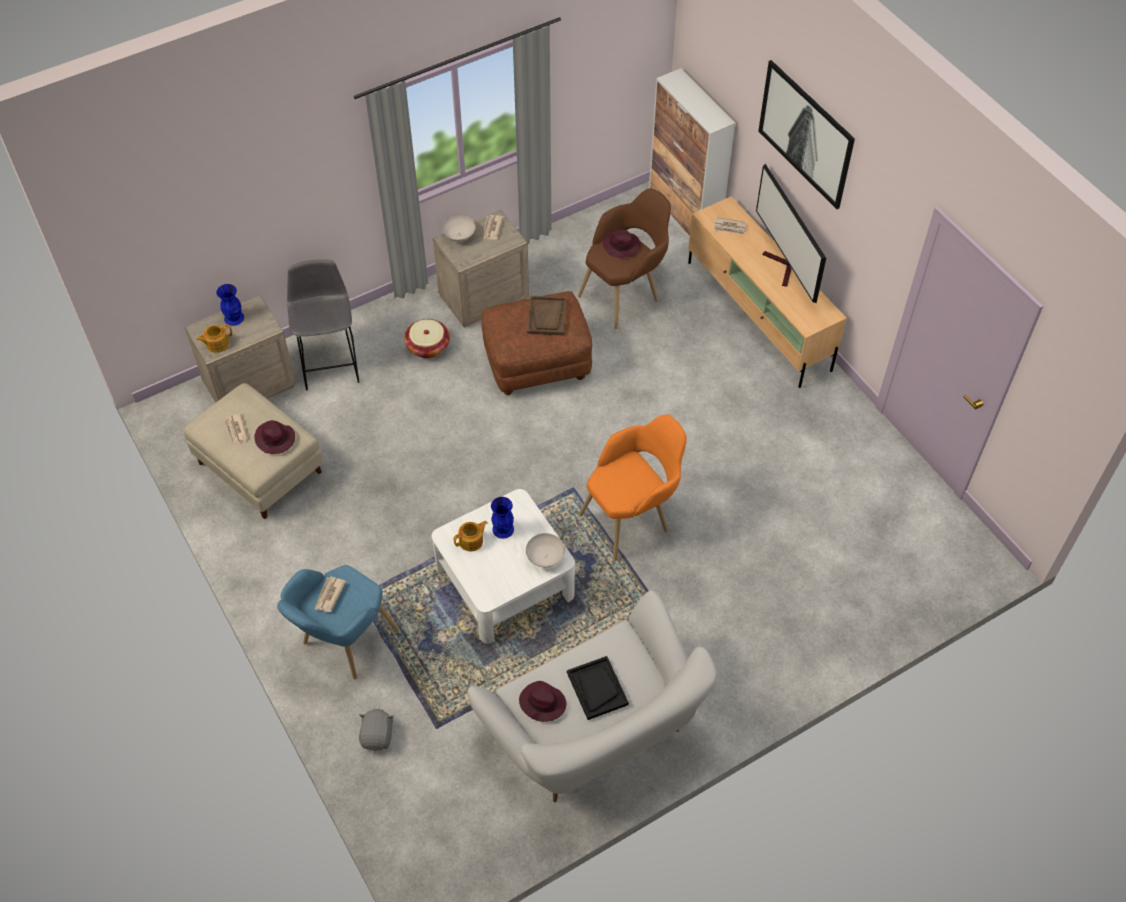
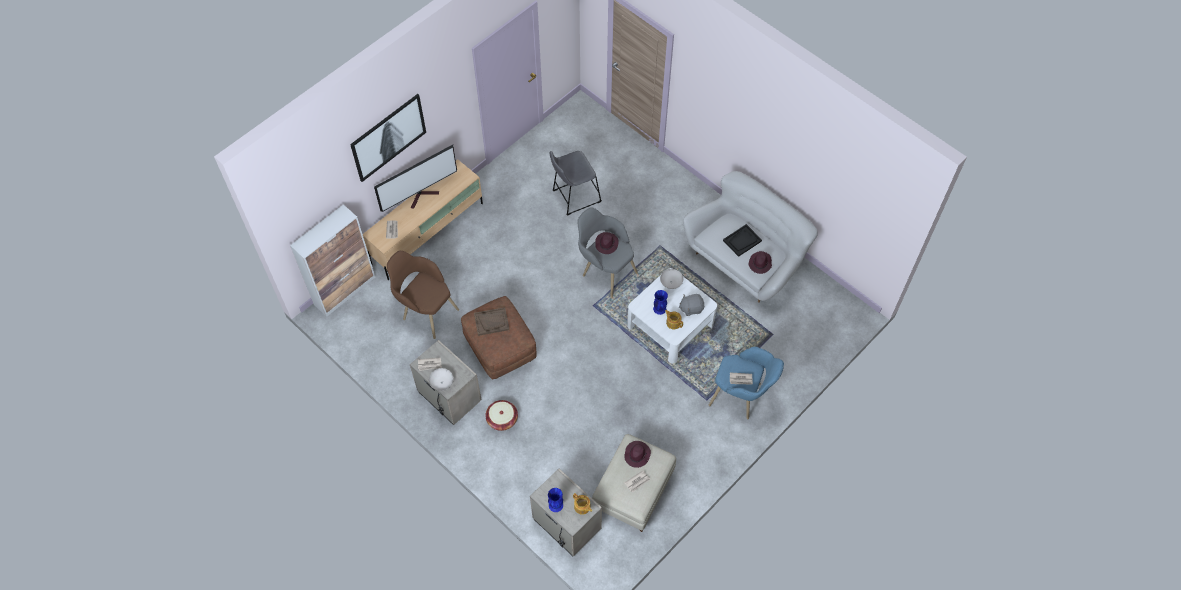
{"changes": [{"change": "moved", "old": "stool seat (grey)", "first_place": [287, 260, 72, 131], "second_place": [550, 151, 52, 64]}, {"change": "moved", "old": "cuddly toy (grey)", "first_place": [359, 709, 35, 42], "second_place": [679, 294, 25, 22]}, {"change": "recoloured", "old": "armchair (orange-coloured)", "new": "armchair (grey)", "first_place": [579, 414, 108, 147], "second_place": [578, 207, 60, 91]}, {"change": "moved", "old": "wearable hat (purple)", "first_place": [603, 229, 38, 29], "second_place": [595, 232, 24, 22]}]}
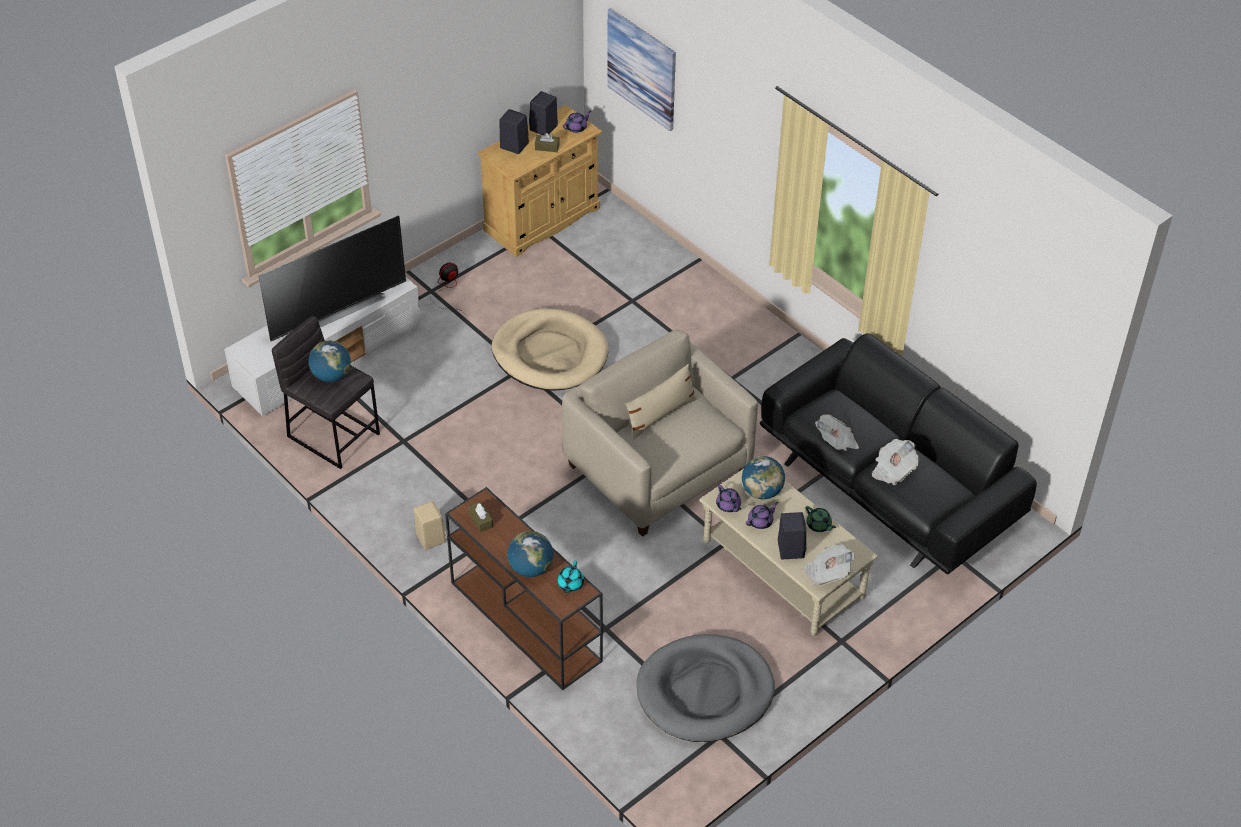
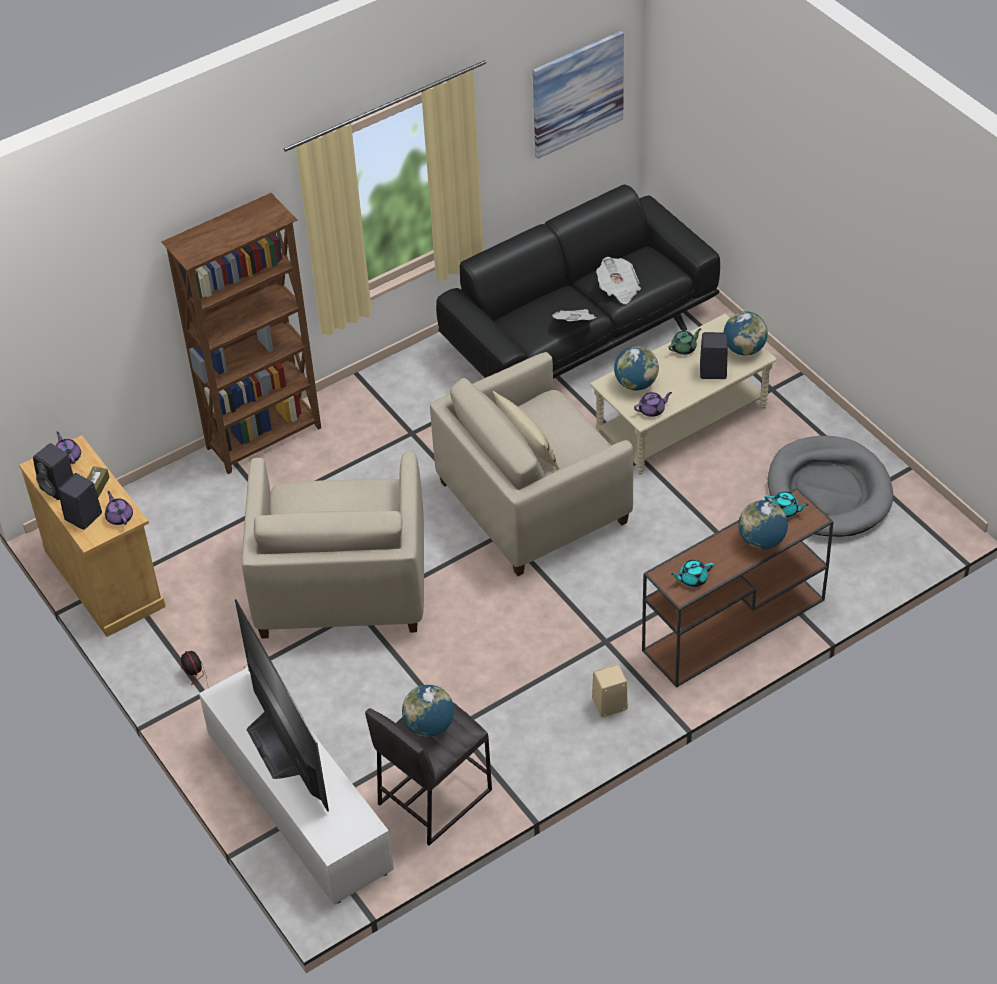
{"changes": [{"change": "replaced", "old": "box of tissues (brown)", "new": "pot for tea (blue-green)", "first_place": [468, 501, 25, 31], "second_place": [671, 560, 43, 27]}, {"change": "replaced", "old": "dog bed (sand-coloured)", "new": "armchair (sand-coloured)", "first_place": [492, 308, 117, 83], "second_place": [242, 452, 182, 187]}, {"change": "moved", "old": "picture", "first_place": [607, 8, 69, 123], "second_place": [533, 31, 91, 128]}, {"change": "moved", "old": "pot for tea (purple)", "first_place": [746, 502, 32, 27], "second_place": [105, 491, 28, 34]}, {"change": "replaced", "old": "daily paper", "new": "world globe", "first_place": [803, 544, 52, 42], "second_place": [724, 311, 44, 44]}, {"change": "added", "new": "bookcase (brown)", "second_place": [161, 193, 160, 281]}]}
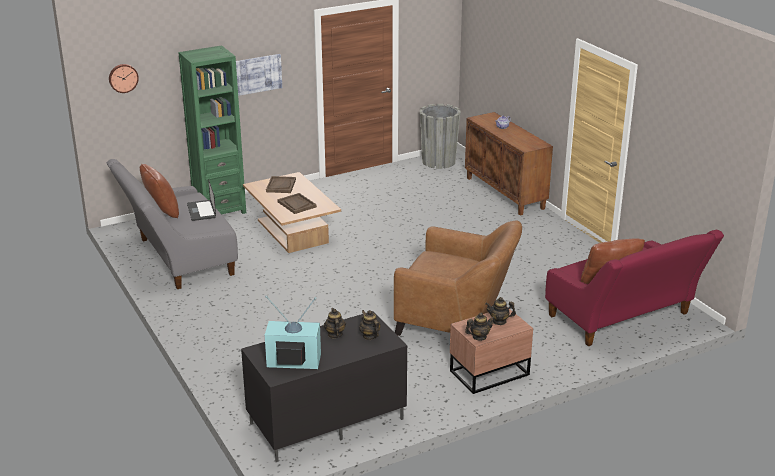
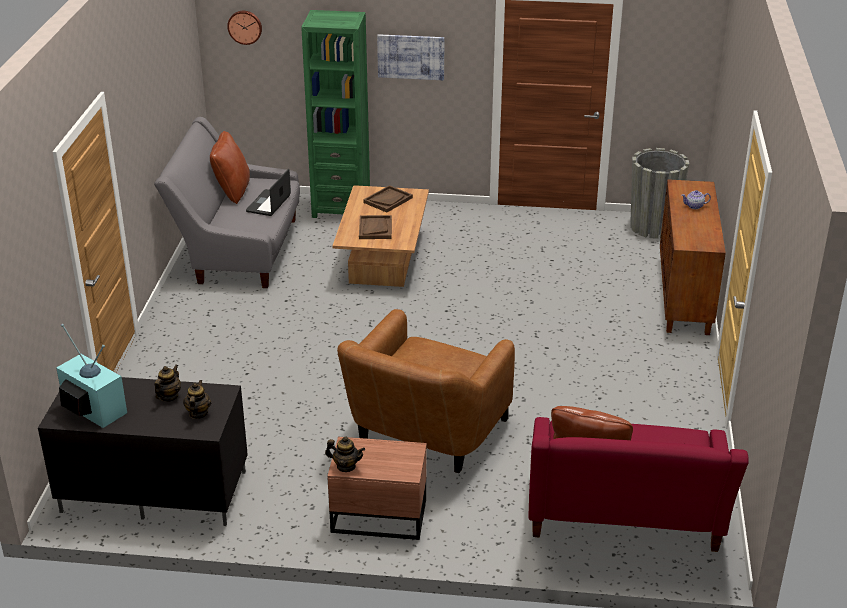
{"changes": [{"change": "turned", "old": "armchair (brown)", "first_place": [394, 221, 128, 115], "second_place": [337, 309, 178, 164], "degrees": 60}, {"change": "removed", "old": "pot for tea", "first_place": [485, 297, 31, 28]}]}
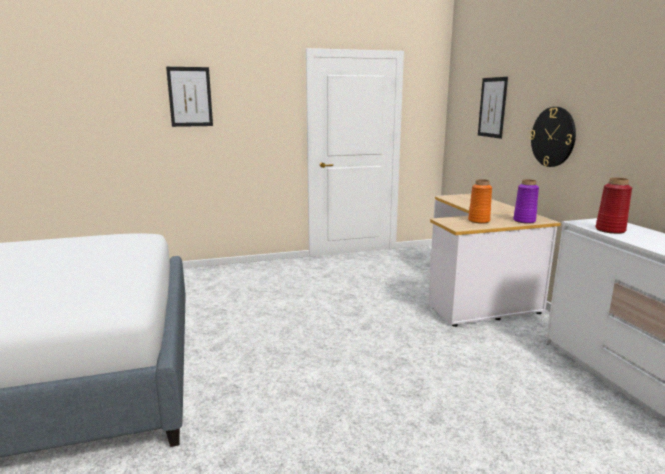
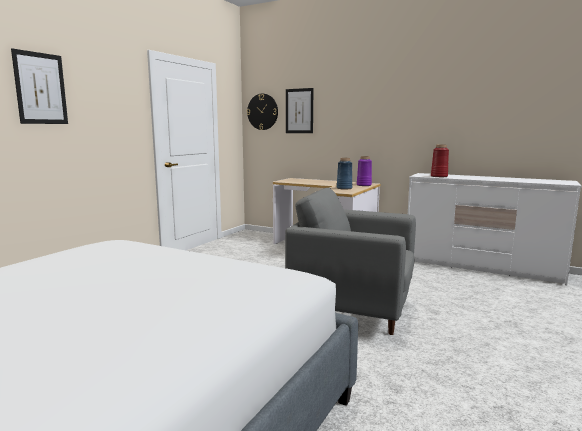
{"changes": [{"change": "recoloured", "old": "flower vase (orange-coloured)", "new": "flower vase (blue-coloured)", "first_place": [468, 179, 24, 45], "second_place": [337, 158, 15, 32]}, {"change": "moved", "old": "hanging clock", "first_place": [530, 107, 46, 60], "second_place": [247, 94, 31, 36]}, {"change": "added", "new": "armchair (grey)", "second_place": [285, 188, 131, 147]}]}
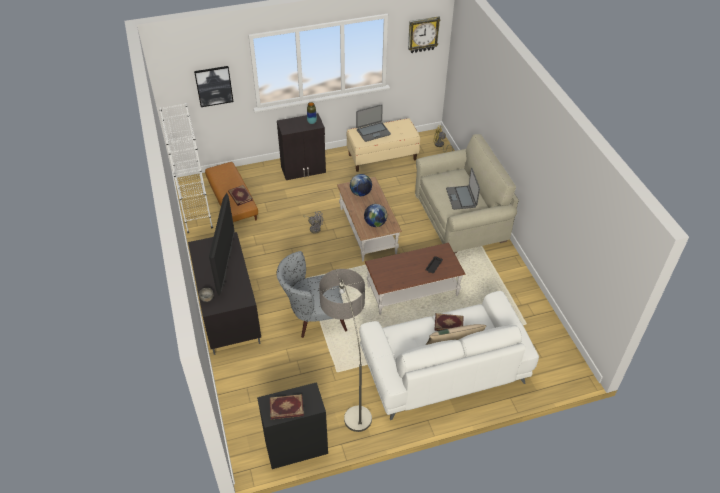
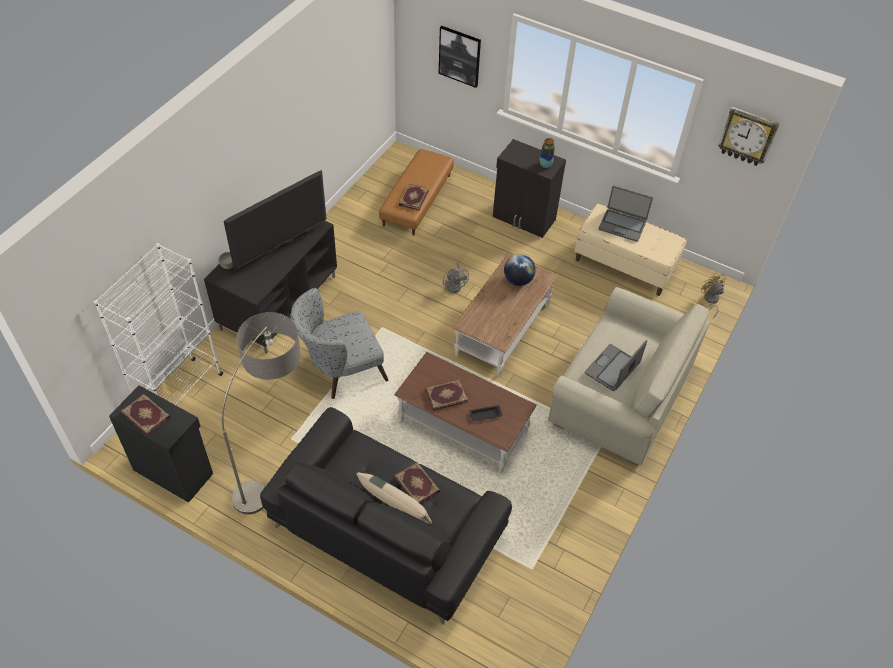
{"changes": [{"change": "moved", "old": "bookcase (whitish)", "first_place": [159, 103, 54, 131], "second_place": [94, 243, 129, 162]}, {"change": "turned", "old": "armchair (grey)", "first_place": [276, 251, 71, 87], "second_place": [291, 288, 97, 111], "degrees": -60}, {"change": "recoloured", "old": "settee (whitish)", "new": "settee (black-coloured)", "first_place": [359, 291, 180, 129], "second_place": [260, 407, 252, 218]}, {"change": "removed", "old": "world globe", "first_place": [364, 204, 23, 23]}, {"change": "added", "new": "volume", "second_place": [425, 380, 44, 31]}]}
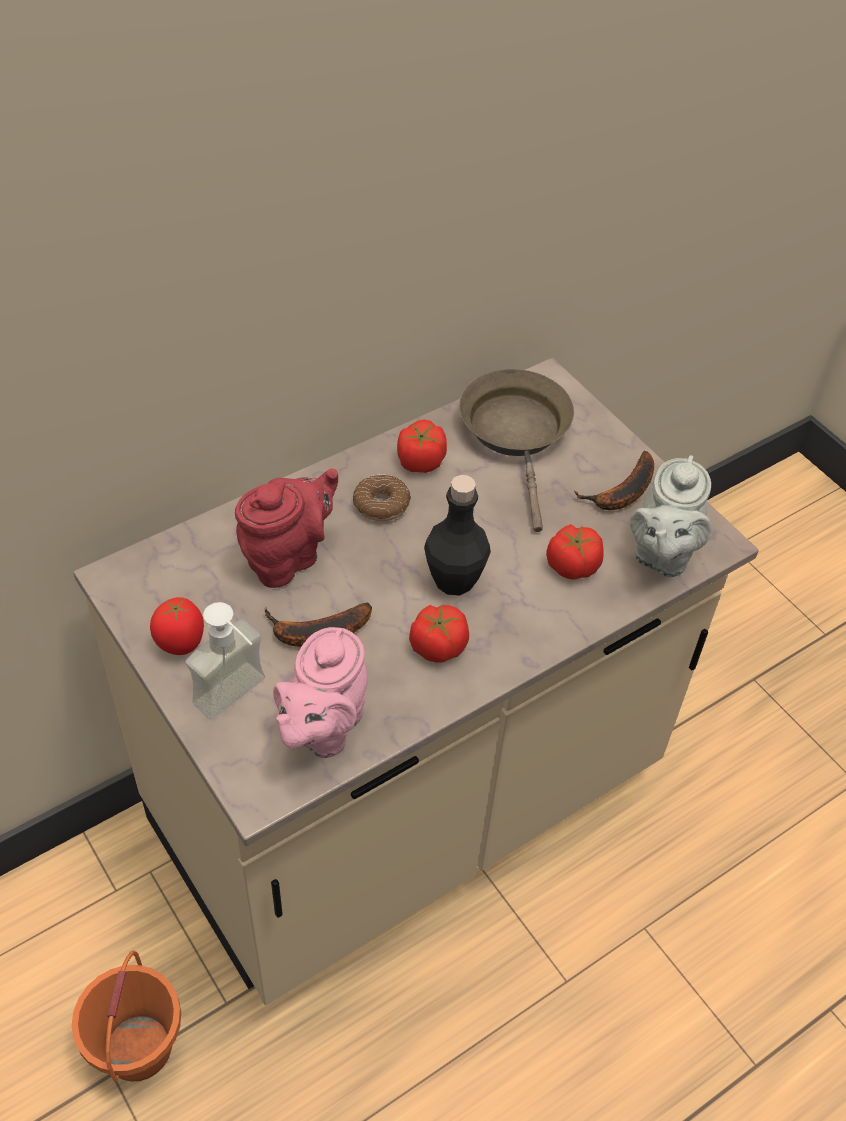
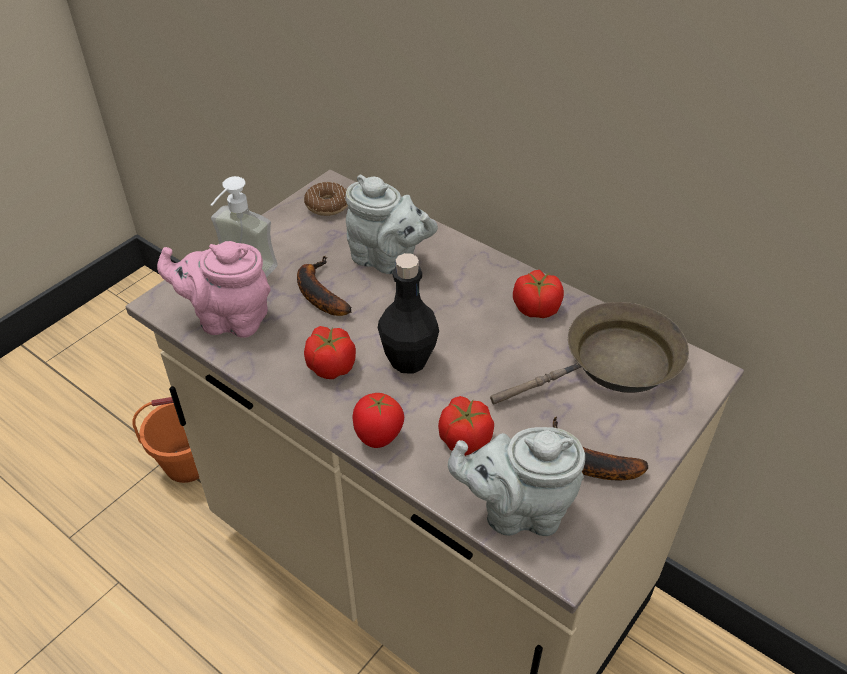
{"changes": [{"change": "moved", "old": "whole tomato", "first_place": [150, 597, 54, 58], "second_place": [352, 393, 52, 55]}, {"change": "recoloured", "old": "pot for tea (red)", "new": "pot for tea (grey)", "first_place": [235, 468, 103, 120], "second_place": [345, 175, 93, 99]}, {"change": "moved", "old": "ring doughnut", "first_place": [353, 474, 58, 47], "second_place": [304, 182, 44, 34]}]}
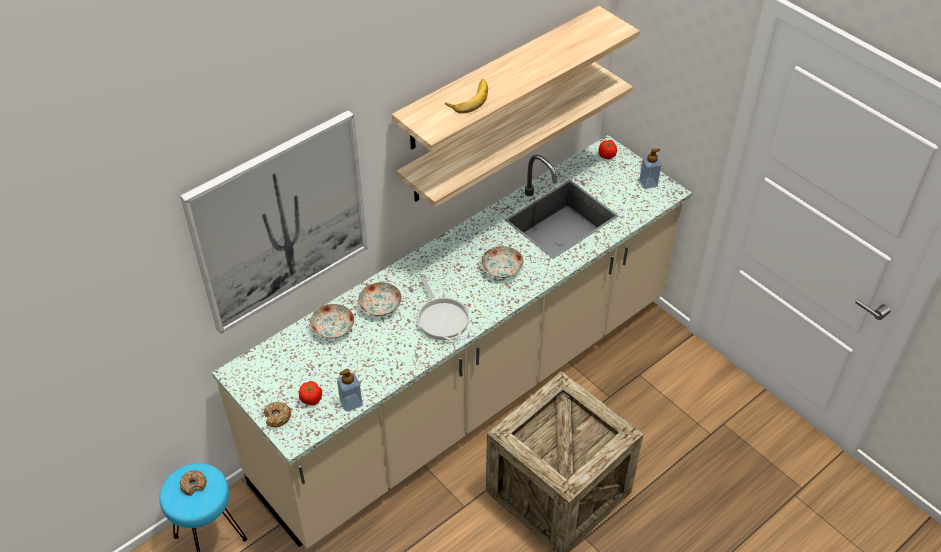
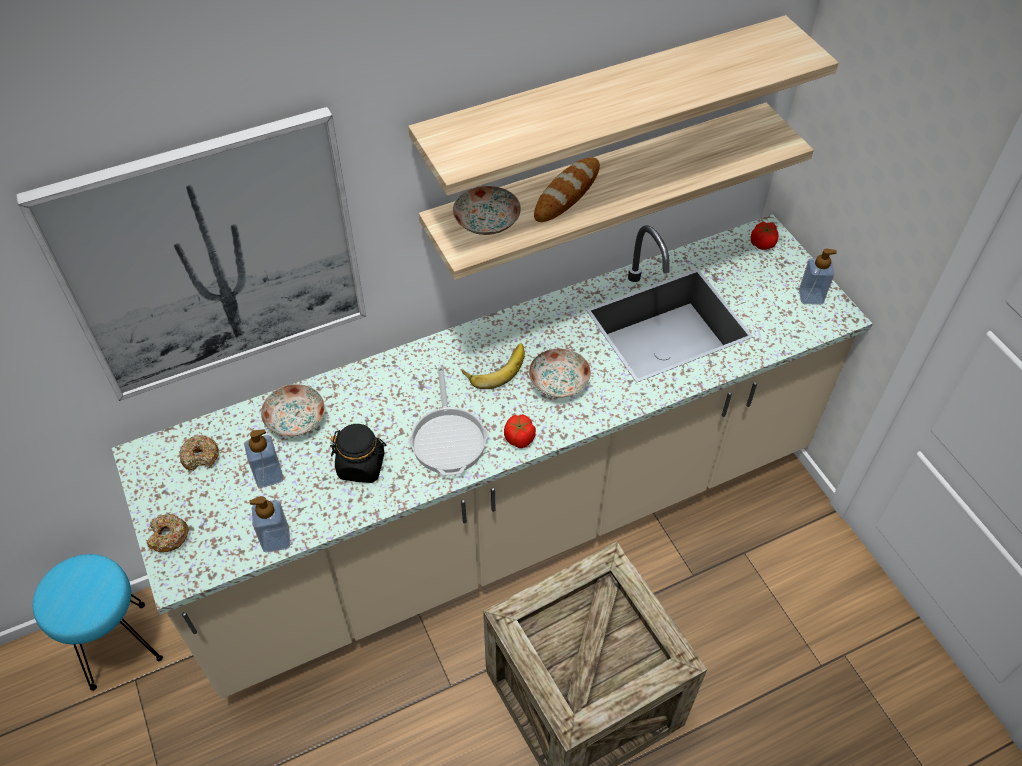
{"changes": [{"change": "moved", "old": "ring doughnut", "first_place": [180, 470, 27, 26], "second_place": [179, 435, 40, 36]}, {"change": "moved", "old": "whole tomato", "first_place": [299, 381, 23, 25], "second_place": [504, 414, 32, 34]}, {"change": "moved", "old": "plate", "first_place": [358, 282, 44, 34], "second_place": [453, 186, 68, 49]}, {"change": "moved", "old": "banana", "first_place": [445, 79, 43, 34], "second_place": [462, 343, 63, 46]}, {"change": "added", "new": "soap bottle", "second_place": [244, 429, 39, 59]}, {"change": "added", "new": "jar (black-coloured)", "second_place": [330, 424, 56, 59]}, {"change": "added", "new": "bakery bread", "second_place": [534, 157, 66, 65]}]}
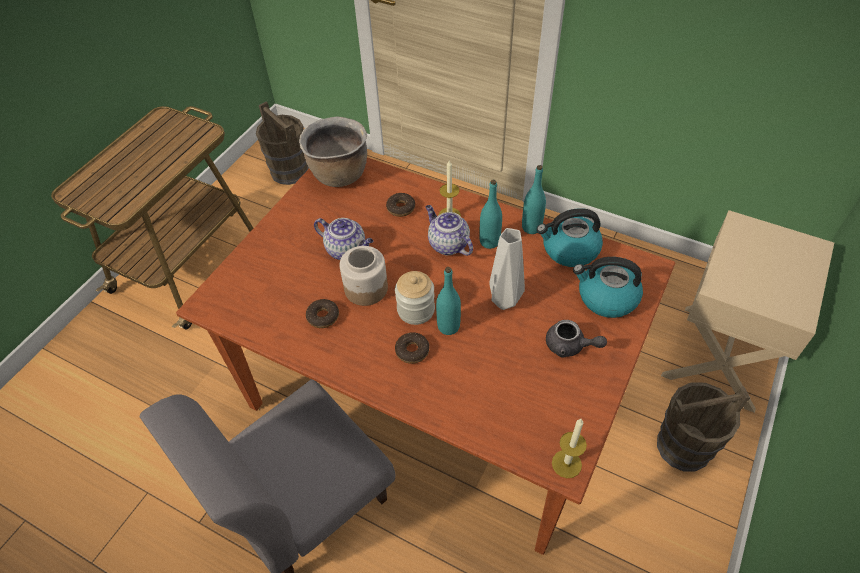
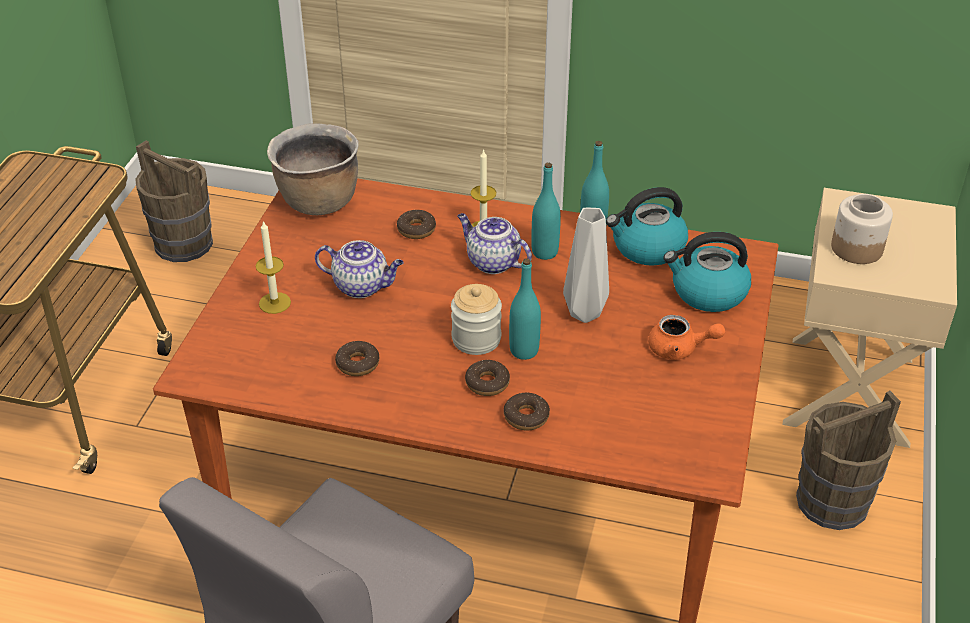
{"changes": [{"change": "moved", "old": "jar", "first_place": [339, 246, 49, 60], "second_place": [831, 194, 62, 70]}, {"change": "recoloured", "old": "pot for tea (grey)", "new": "pot for tea (orange-coloured)", "first_place": [546, 320, 61, 38], "second_place": [648, 315, 77, 45]}, {"change": "moved", "old": "wax candle", "first_place": [552, 419, 35, 59], "second_place": [256, 220, 35, 94]}, {"change": "added", "new": "ring doughnut", "second_place": [504, 393, 46, 37]}]}
